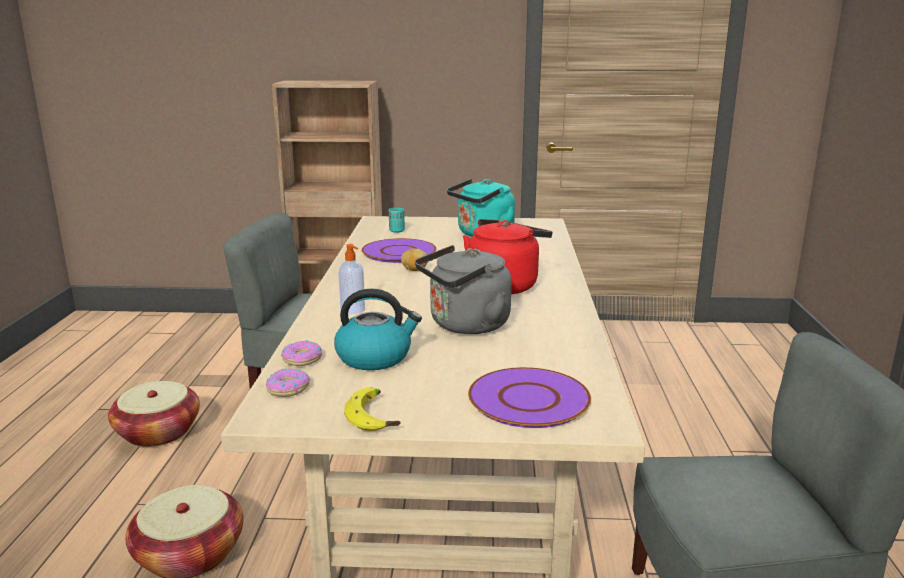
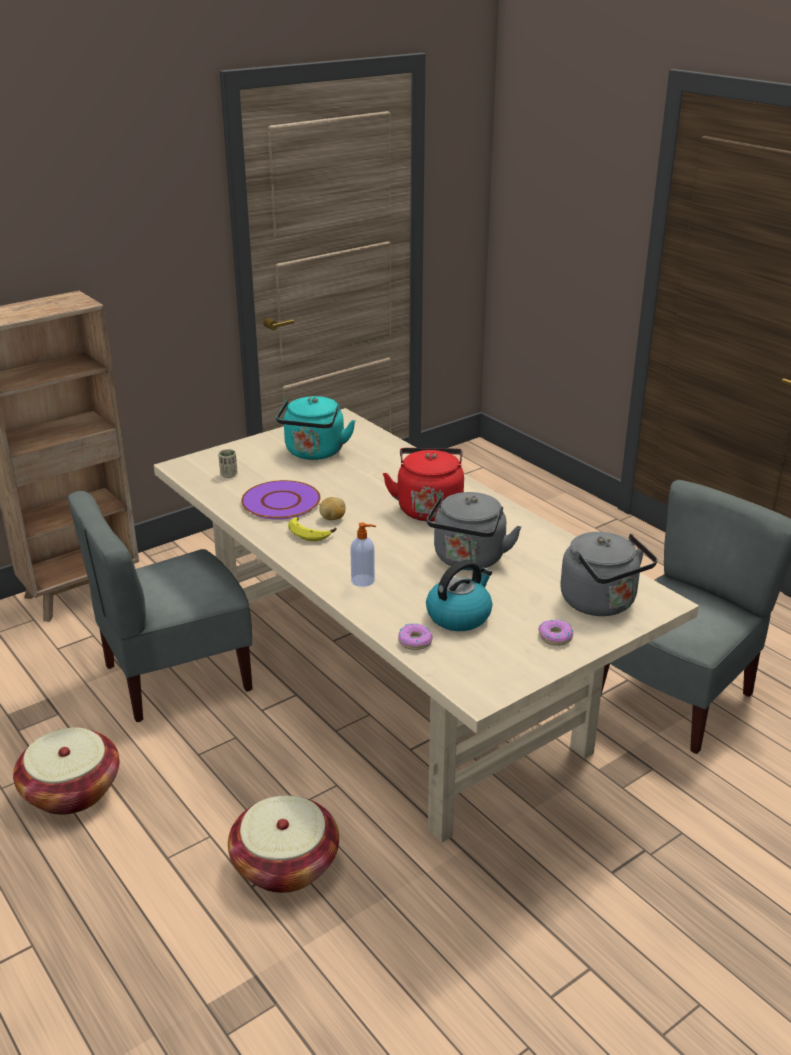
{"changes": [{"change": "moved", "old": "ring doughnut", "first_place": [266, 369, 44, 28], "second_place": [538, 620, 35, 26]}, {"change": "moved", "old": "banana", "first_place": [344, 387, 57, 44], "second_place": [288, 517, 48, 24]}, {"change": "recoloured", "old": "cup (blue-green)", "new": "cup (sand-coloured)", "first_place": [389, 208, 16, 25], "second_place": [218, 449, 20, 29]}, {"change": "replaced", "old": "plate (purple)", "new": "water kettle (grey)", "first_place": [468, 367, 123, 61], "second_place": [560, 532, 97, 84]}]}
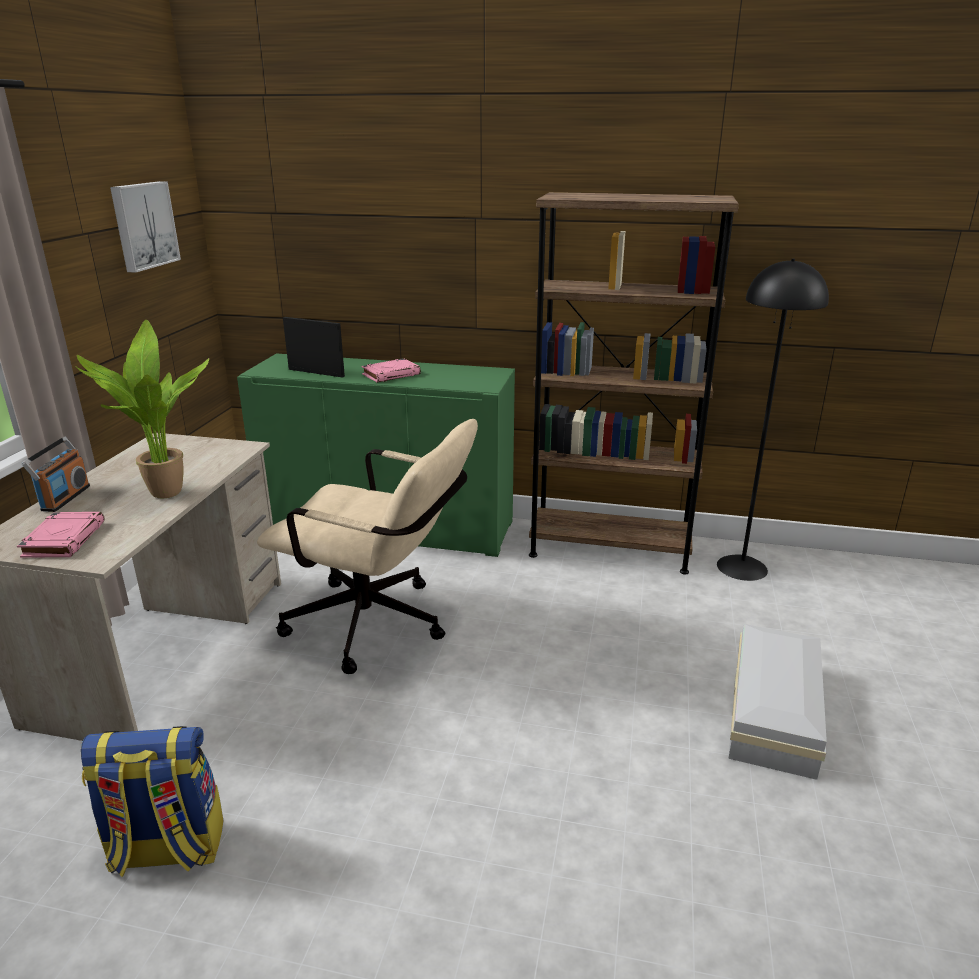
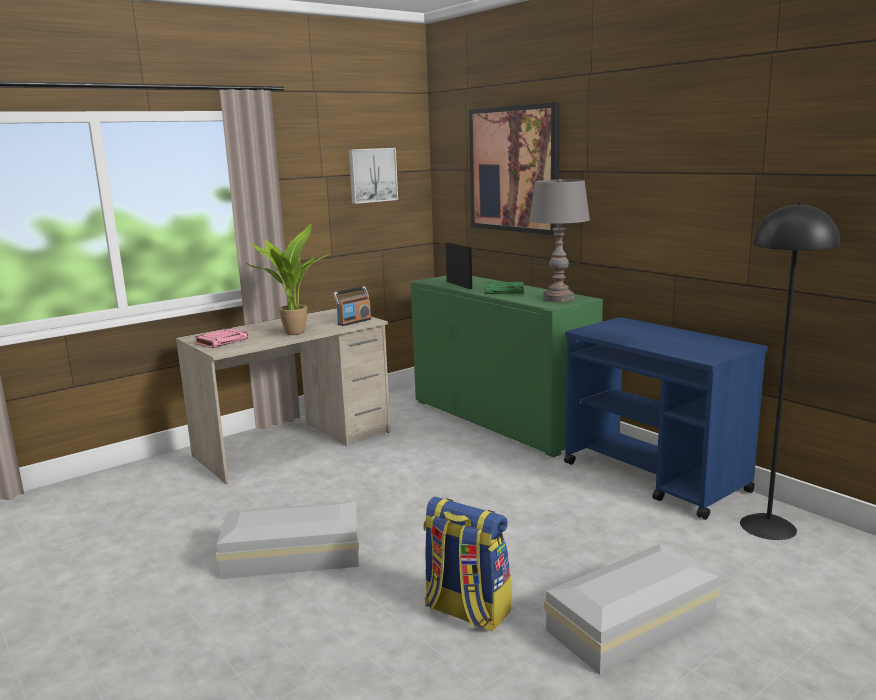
{"changes": [{"change": "moved", "old": "radio set", "first_place": [22, 437, 68, 75], "second_place": [333, 286, 39, 40]}, {"change": "moved", "old": "knapsack", "first_place": [81, 726, 142, 151], "second_place": [423, 497, 88, 134]}, {"change": "removed", "old": "computer chair (sand-coloured)", "first_place": [257, 419, 221, 255]}, {"change": "recoloured", "old": "volume (pink-coloured)", "new": "volume (green-coloured)", "first_place": [362, 358, 59, 24], "second_place": [485, 281, 39, 13]}, {"change": "replaced", "old": "bookcase (brown)", "new": "trolley (blue-coloured)", "first_place": [529, 192, 210, 382], "second_place": [564, 317, 204, 203]}, {"change": "added", "new": "storage container (whitish)", "second_place": [216, 501, 143, 78]}, {"change": "added", "new": "picture", "second_place": [469, 102, 91, 133]}, {"change": "added", "new": "tabletop lamp (grey)", "second_place": [529, 179, 61, 123]}]}
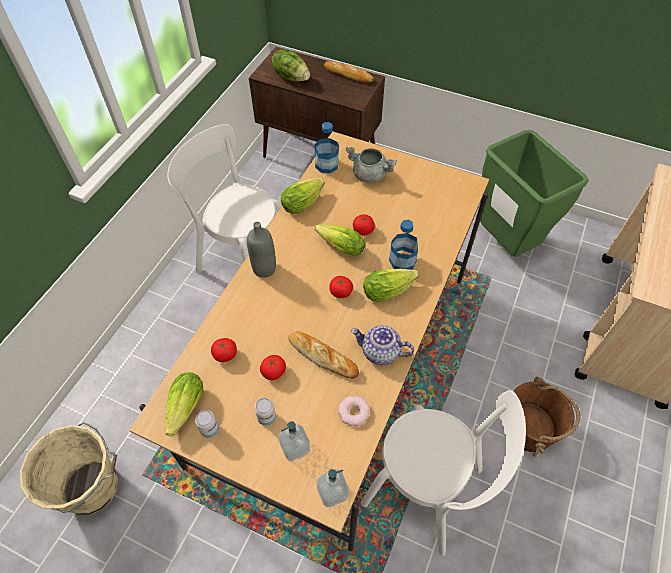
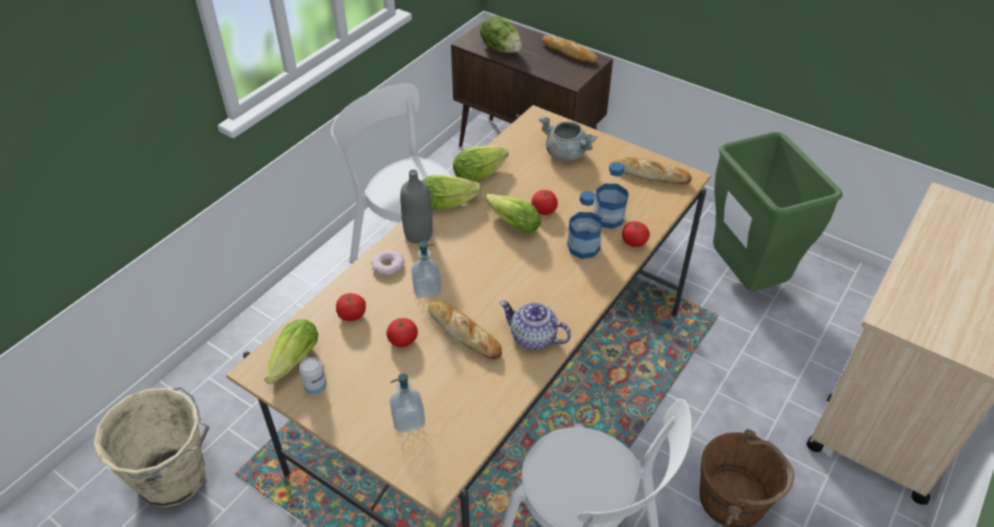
{"changes": [{"change": "removed", "old": "can", "first_place": [255, 398, 21, 28]}, {"change": "moved", "old": "bottle", "first_place": [314, 122, 25, 51], "second_place": [594, 162, 35, 67]}, {"change": "moved", "old": "soap bottle", "first_place": [317, 469, 32, 38], "second_place": [411, 242, 30, 56]}, {"change": "moved", "old": "whole tomato", "first_place": [329, 276, 24, 22], "second_place": [622, 221, 28, 26]}, {"change": "moved", "old": "ring doughnut", "first_place": [338, 396, 32, 30], "second_place": [371, 250, 33, 26]}, {"change": "moved", "old": "lettuce head", "first_place": [363, 269, 55, 33], "second_place": [422, 175, 59, 35]}, {"change": "added", "new": "bakery bread", "second_place": [610, 157, 82, 27]}]}
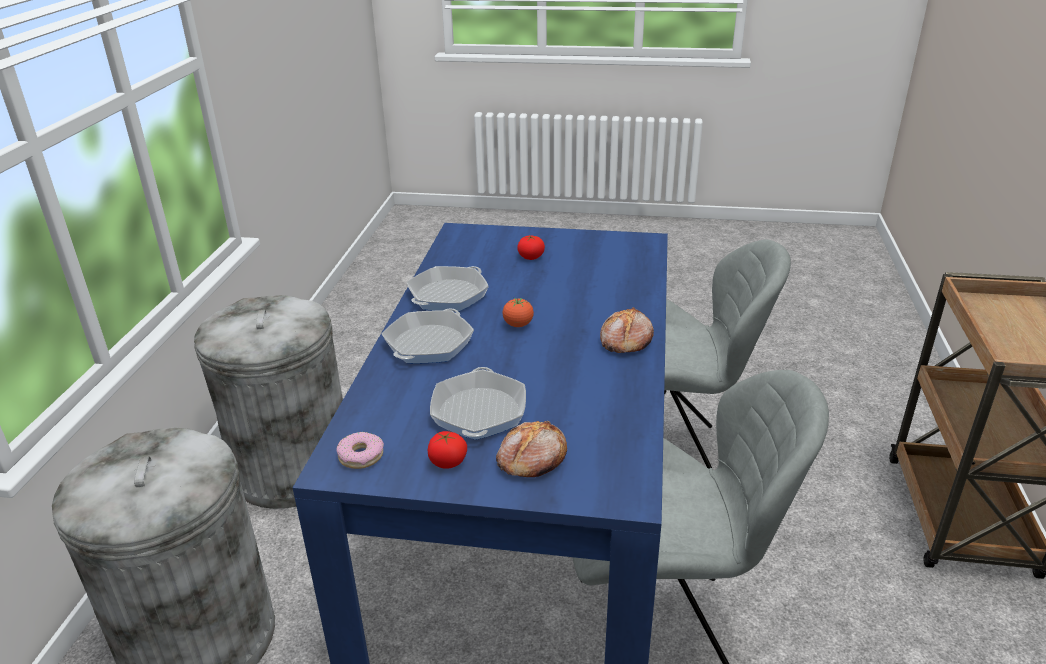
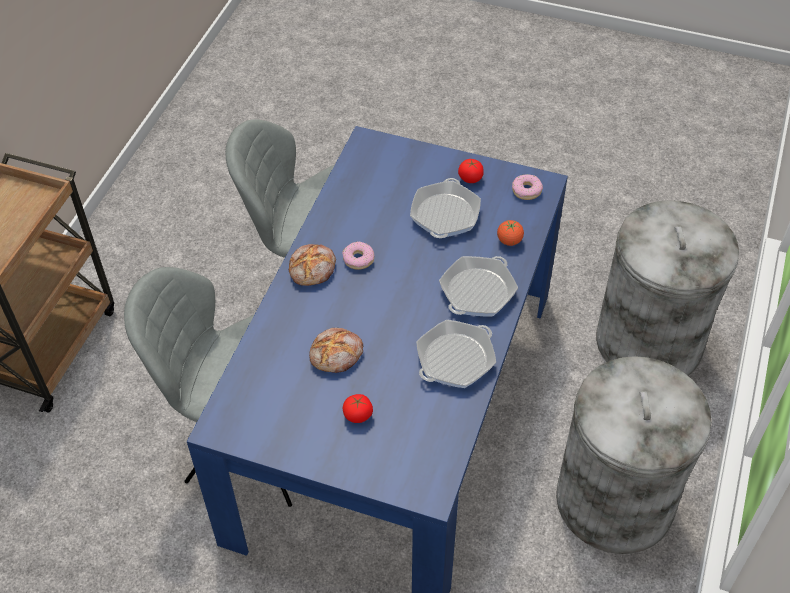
{"changes": [{"change": "moved", "old": "bakery bread", "first_place": [496, 421, 71, 56], "second_place": [309, 328, 54, 45]}, {"change": "moved", "old": "whole tomato", "first_place": [503, 298, 31, 29], "second_place": [497, 220, 27, 26]}, {"change": "added", "new": "ring doughnut", "second_place": [342, 242, 32, 28]}]}
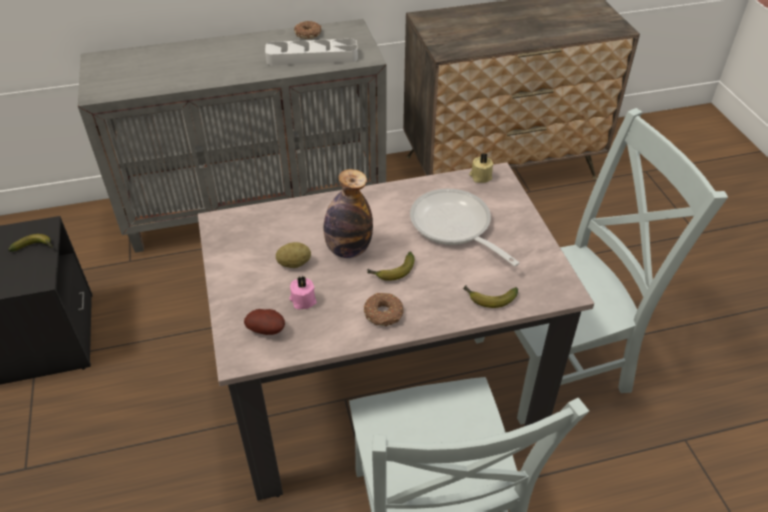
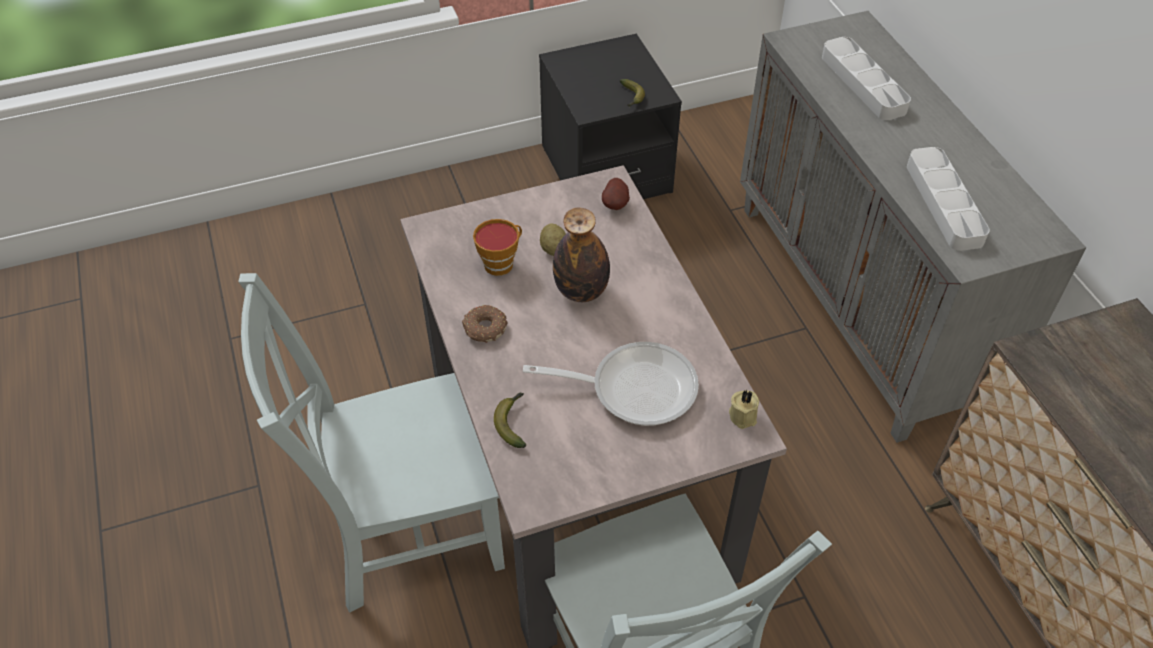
{"changes": [{"change": "moved", "old": "whole potato", "first_place": [244, 309, 41, 26], "second_place": [602, 178, 28, 32]}, {"change": "replaced", "old": "wax candle (pink-coloured)", "new": "cup", "first_place": [289, 276, 28, 33], "second_place": [473, 219, 49, 57]}, {"change": "removed", "old": "ring doughnut", "first_place": [294, 21, 28, 18]}, {"change": "removed", "old": "banana", "first_place": [367, 252, 47, 29]}, {"change": "turned", "old": "pan", "first_place": [410, 189, 110, 77], "second_place": [523, 342, 176, 84], "degrees": 45}, {"change": "added", "new": "carrying tray (grey)", "second_place": [822, 37, 89, 83]}]}
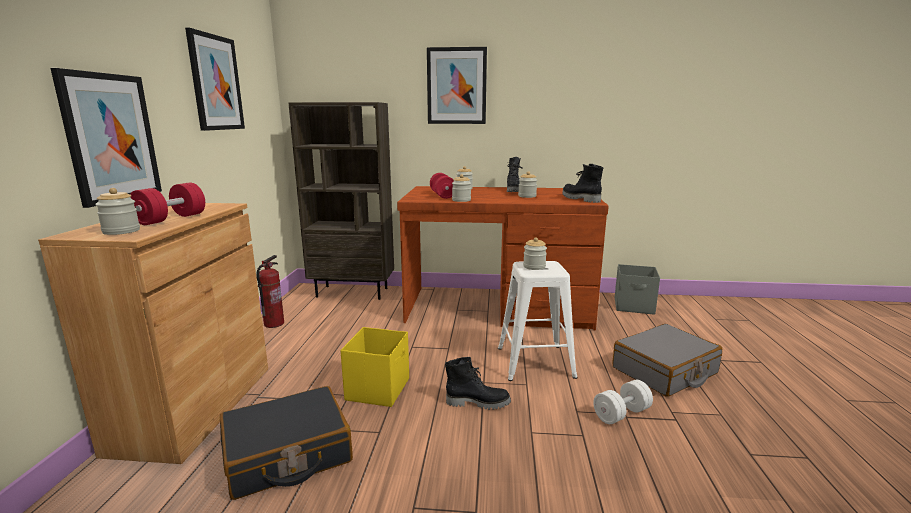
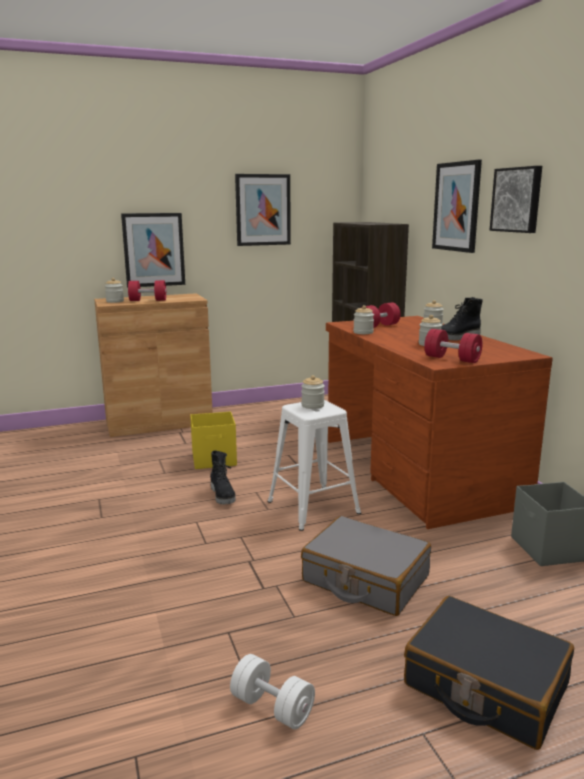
{"changes": [{"change": "moved", "old": "travel case (black-coloured)", "first_place": [220, 386, 133, 114], "second_place": [404, 596, 170, 154]}, {"change": "removed", "old": "fire extinguisher", "first_place": [256, 255, 28, 73]}, {"change": "replaced", "old": "high-top boot (black-coloured)", "new": "dumbbell (red)", "first_place": [562, 164, 41, 39], "second_place": [424, 329, 59, 34]}, {"change": "moved", "old": "dumbbell (whitish)", "first_place": [593, 380, 60, 44], "second_place": [230, 654, 85, 76]}, {"change": "added", "new": "picture", "second_place": [489, 166, 53, 67]}]}
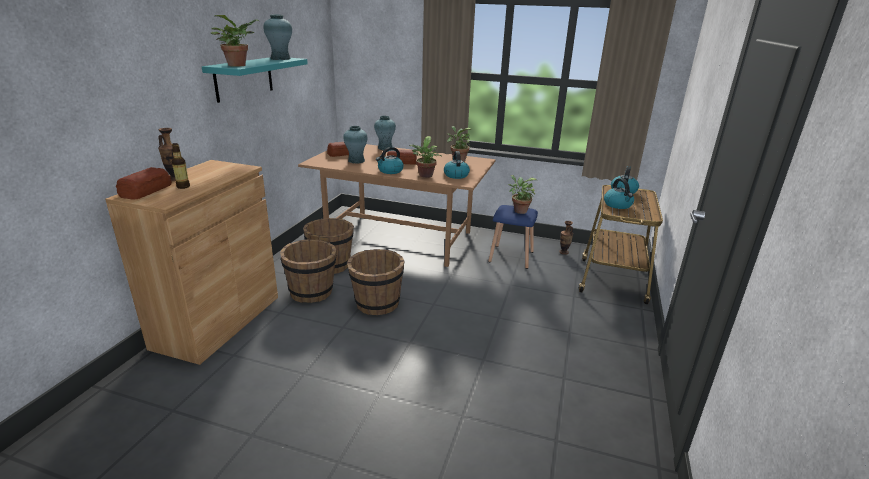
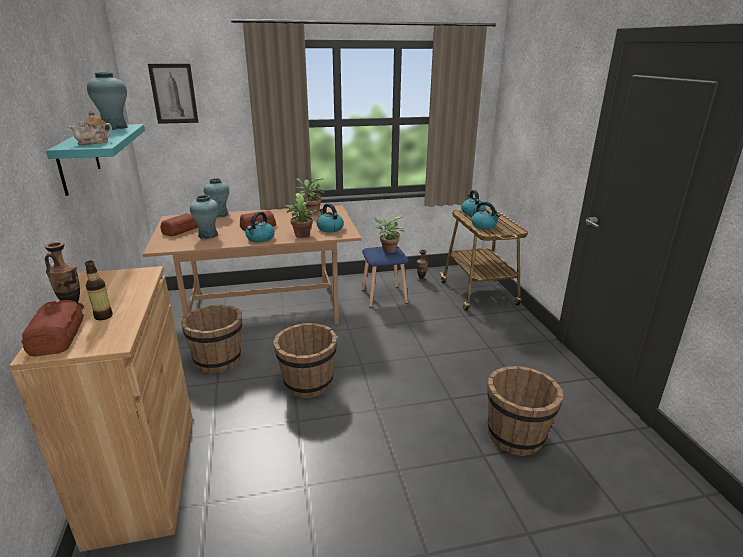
{"changes": [{"change": "replaced", "old": "houseplant", "new": "pot for tea", "first_place": [211, 15, 48, 52], "second_place": [69, 110, 43, 35]}, {"change": "moved", "old": "water bucket (brown)", "first_place": [280, 239, 57, 64], "second_place": [487, 366, 76, 90]}, {"change": "added", "new": "picture", "second_place": [148, 64, 50, 60]}]}
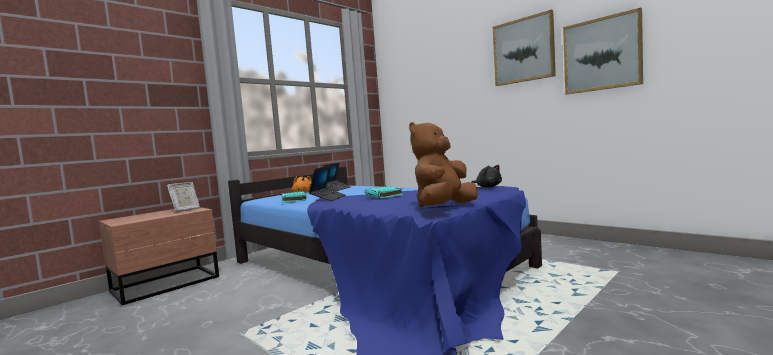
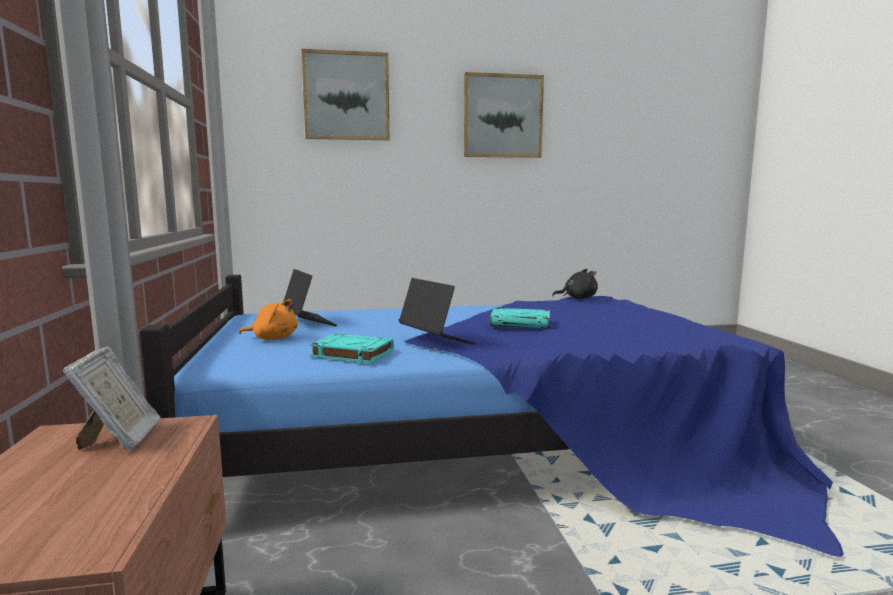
{"changes": [{"change": "removed", "old": "cuddly toy (brown)", "first_place": [409, 122, 69, 85]}, {"change": "moved", "old": "picture", "first_place": [563, 7, 80, 87], "second_place": [301, 49, 89, 91]}]}
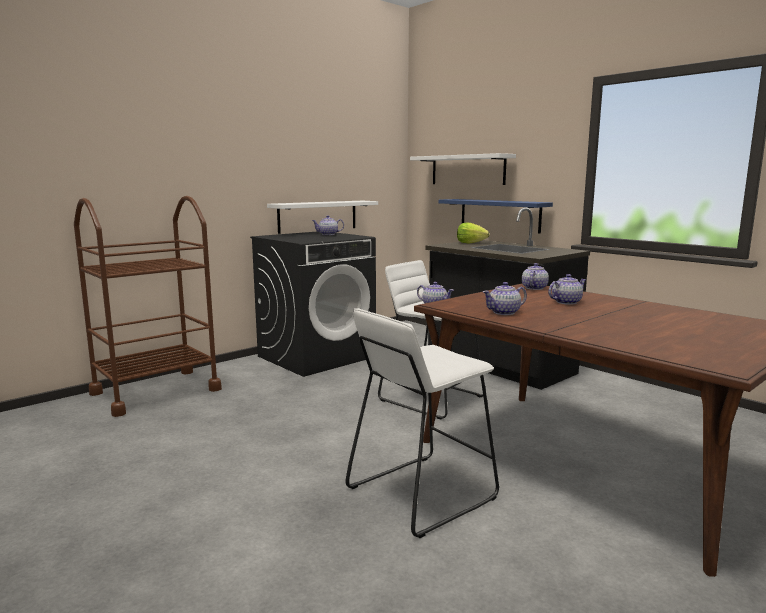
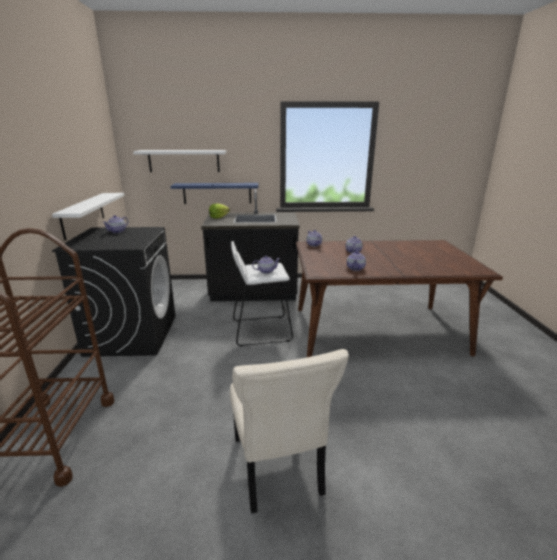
{"changes": [{"change": "removed", "old": "stool seat (whitish)", "first_place": [345, 308, 154, 230]}, {"change": "added", "new": "chair (sand-coloured)", "second_place": [230, 349, 119, 165]}]}
